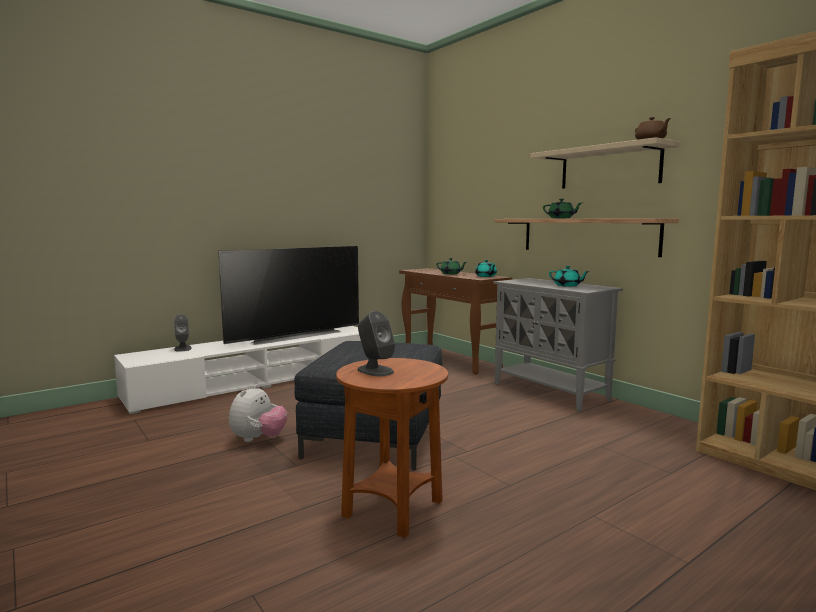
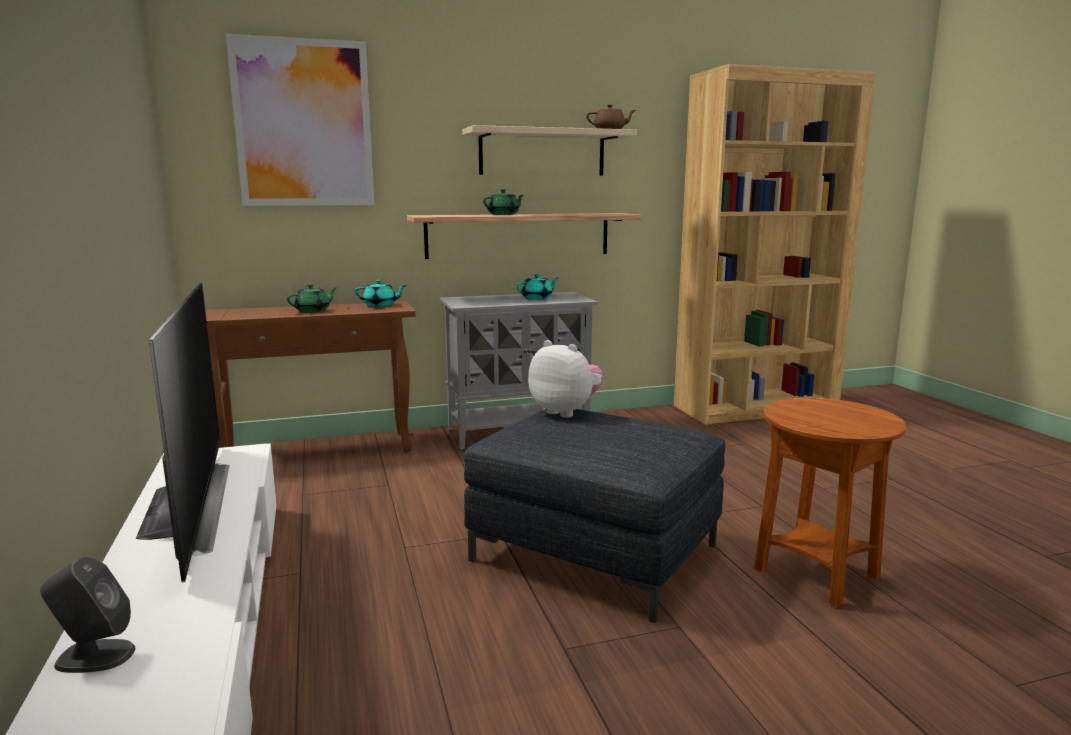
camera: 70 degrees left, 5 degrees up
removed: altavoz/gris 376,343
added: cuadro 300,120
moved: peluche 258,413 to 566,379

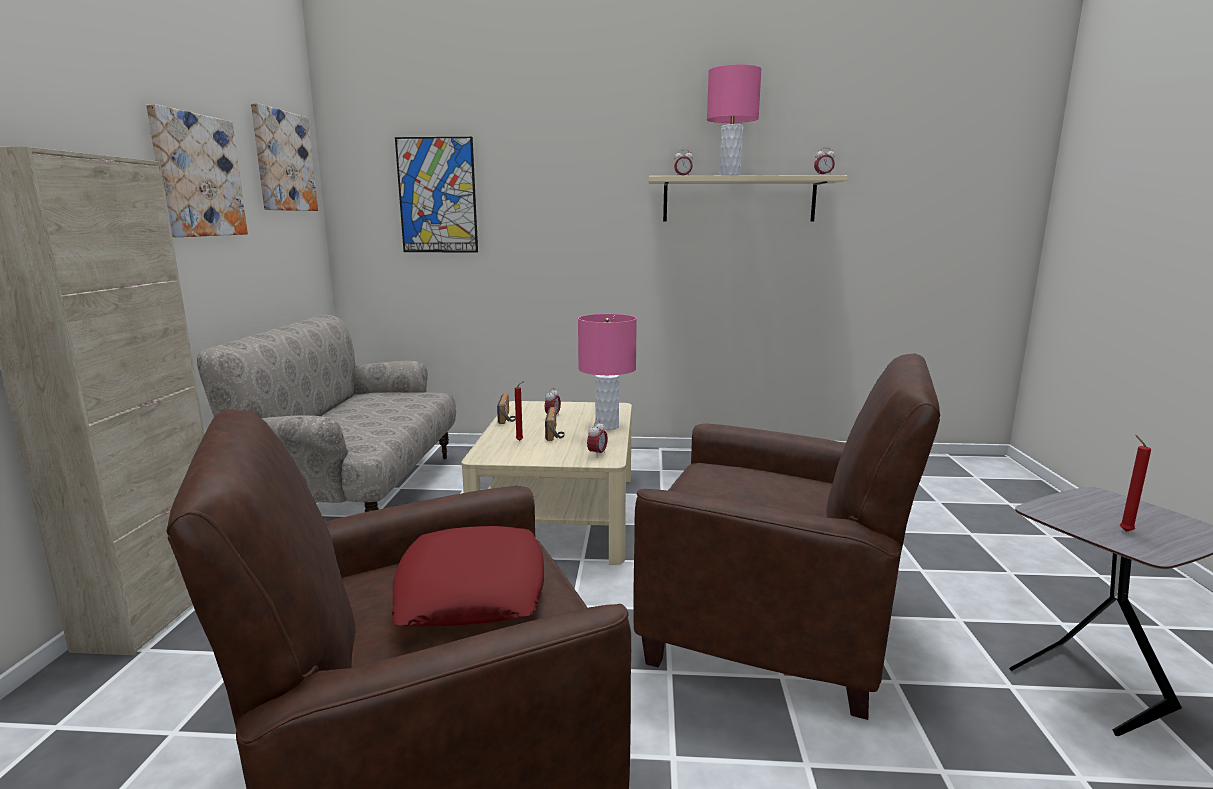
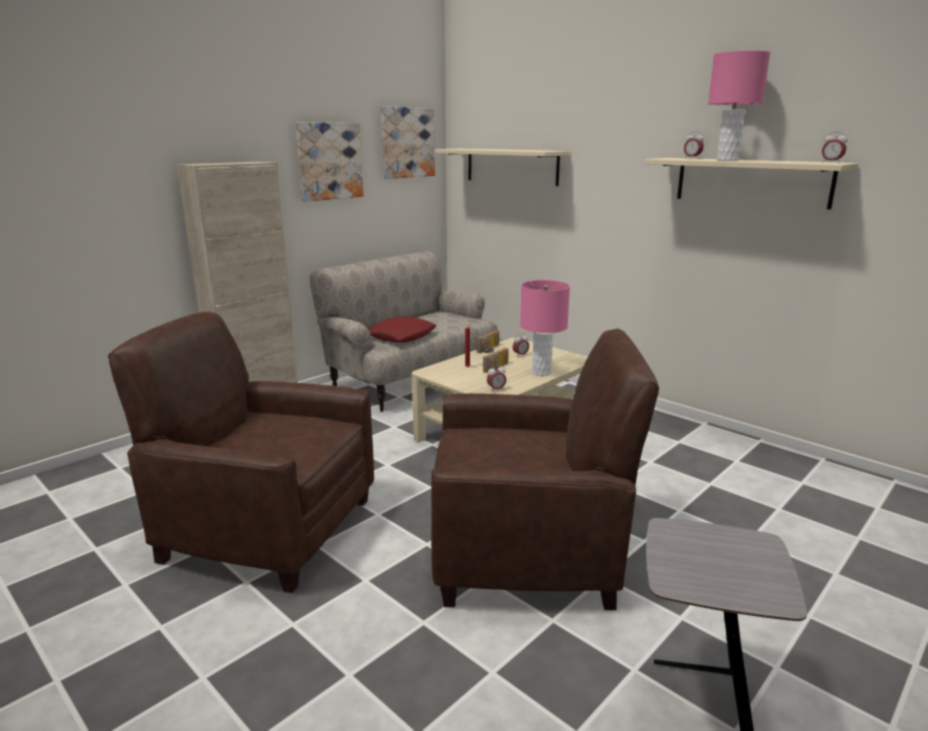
camera: 40 degrees right, 5 degrees up
removed: vela/rojo 1135,483
moved: cojín/rojo 468,576 to 402,329
replaced: cuadro 436,194 to estante/beis 503,167
turned: sillón/marrón 786,537 = 545,469 60 degrees counterclockwise

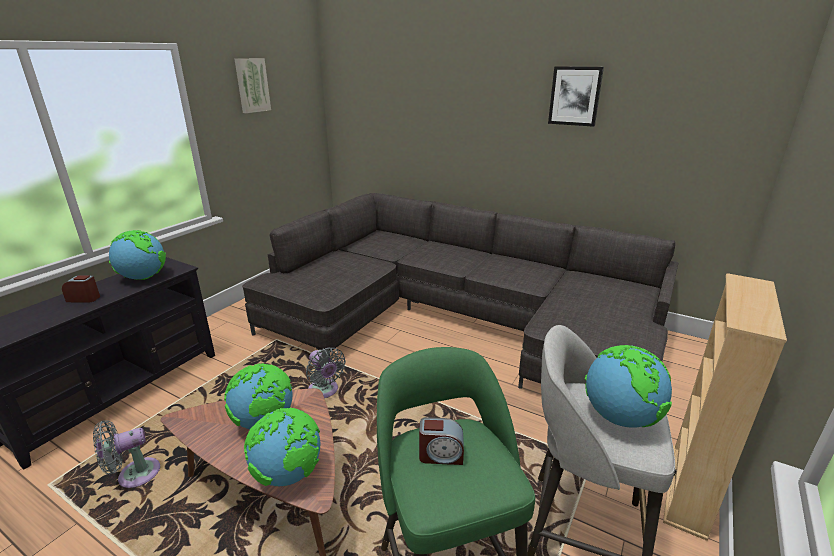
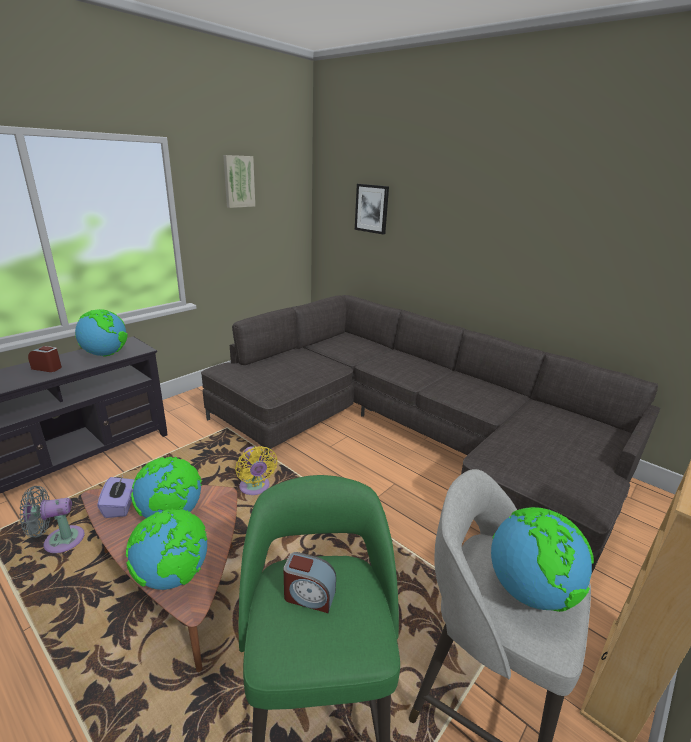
camera: 10 degrees right, 0 degrees up
added: caja de pañuelos/morado 116,497
moved: cuadro 576,96 to 372,209
recoloured: ventilador/gris 326,372 to ventilador/amarillo 256,470

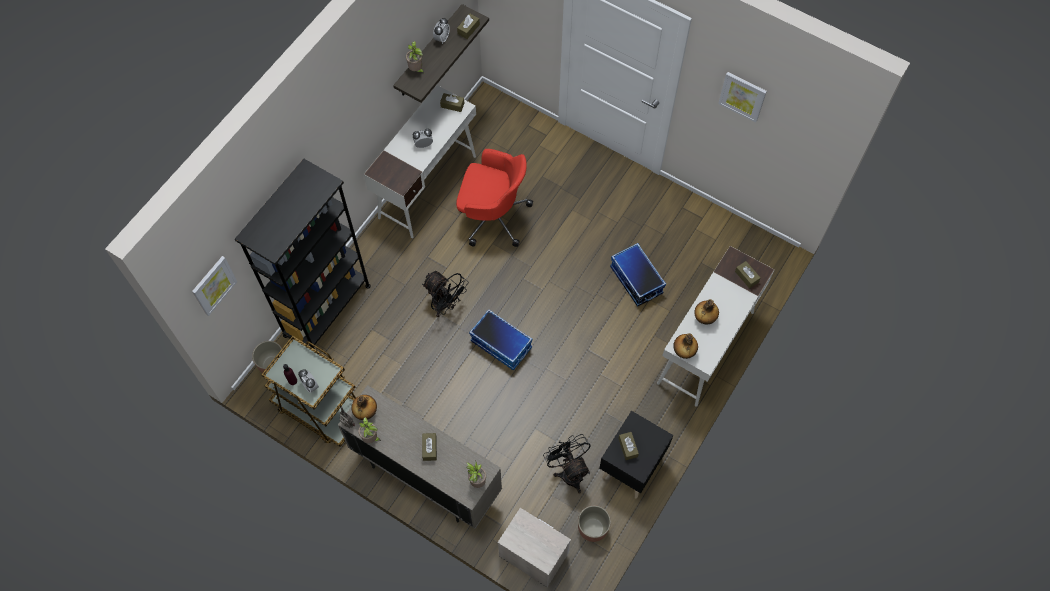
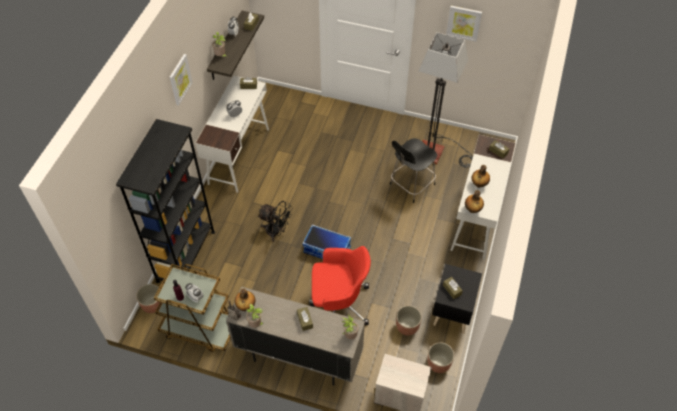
camera: 15 degrees left, 10 degrees down
added: lámpara de pie 446,99
moved: cuadro 214,286 to 181,80; silla de oficina/rojo 494,198 to 340,285
replaced: ventilador/negro 567,463 to maceta 409,320; caja de almacenaje 638,275 to silla/negro 413,170

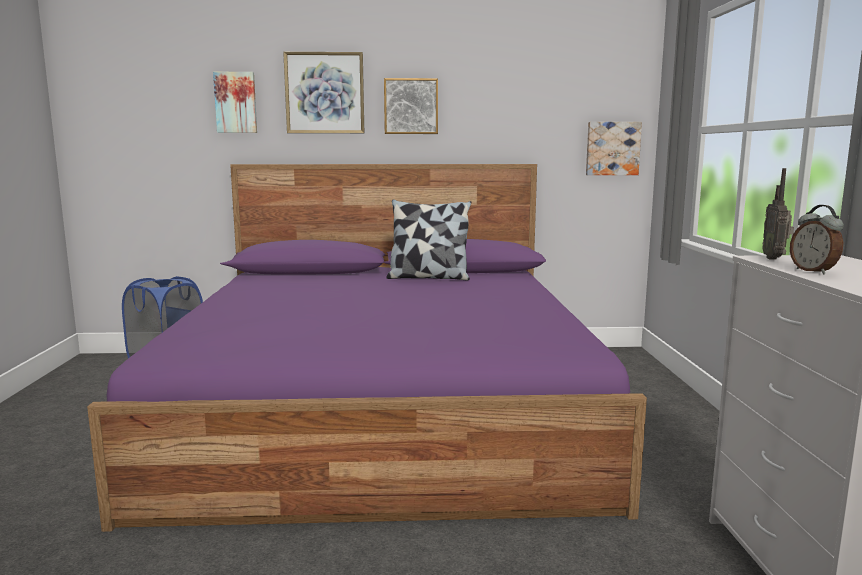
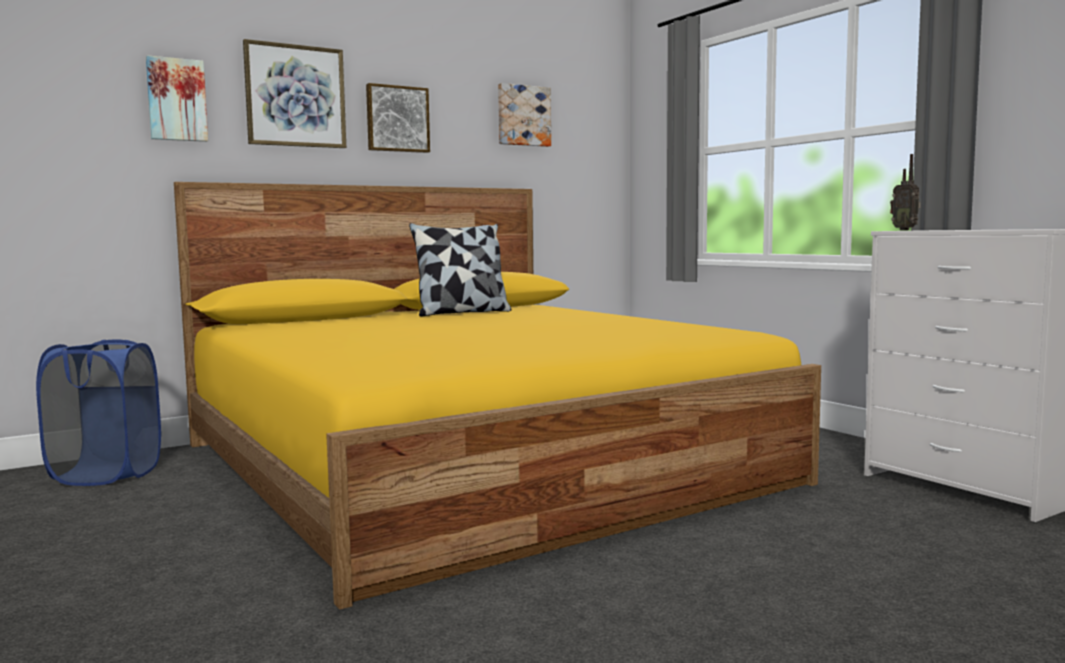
camera: 30 degrees left, 5 degrees down
removed: despertador 817,239
moved: cuadro 614,148 to 524,115
recoloured: cama/morado 367,348 to cama/amarillo 497,395

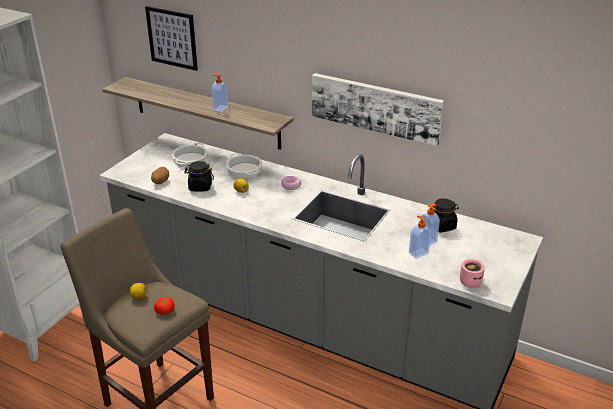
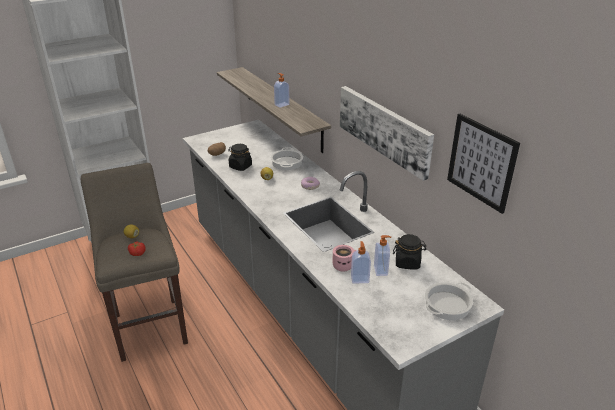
camera: 30 degrees right, 0 degrees up
moved: cuadro 171,38 to 483,164; olla 190,155 to 449,301; taza grande/rosa 472,273 to 344,258

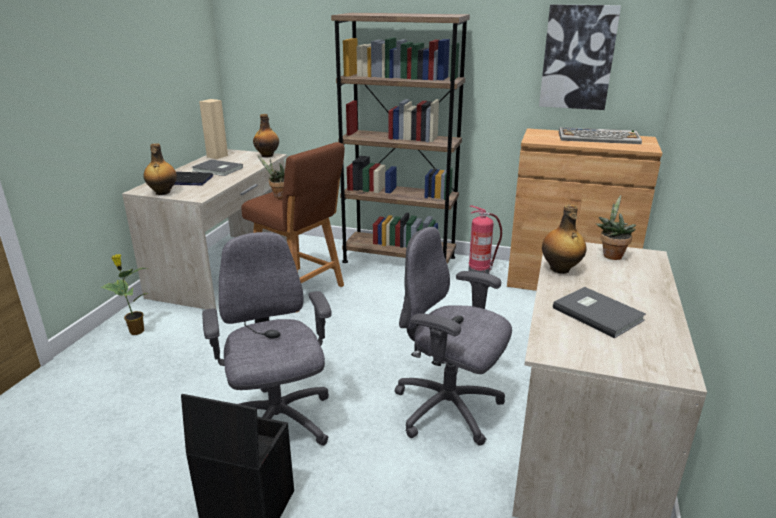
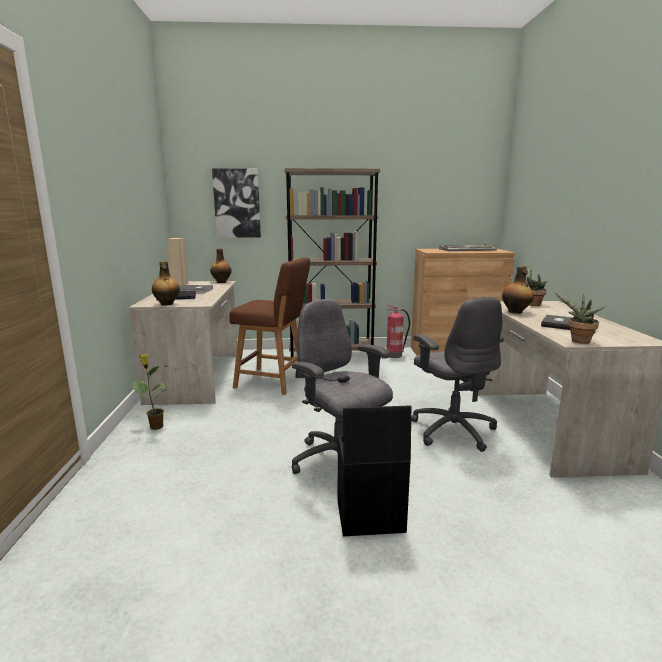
camera: 20 degrees left, 10 degrees down
moved: planta en maceta 271,177 to 580,318; cuadro 580,57 to 236,203
turned: silla de oficina/gris 453,336 = 457,374 120 degrees counterclockwise

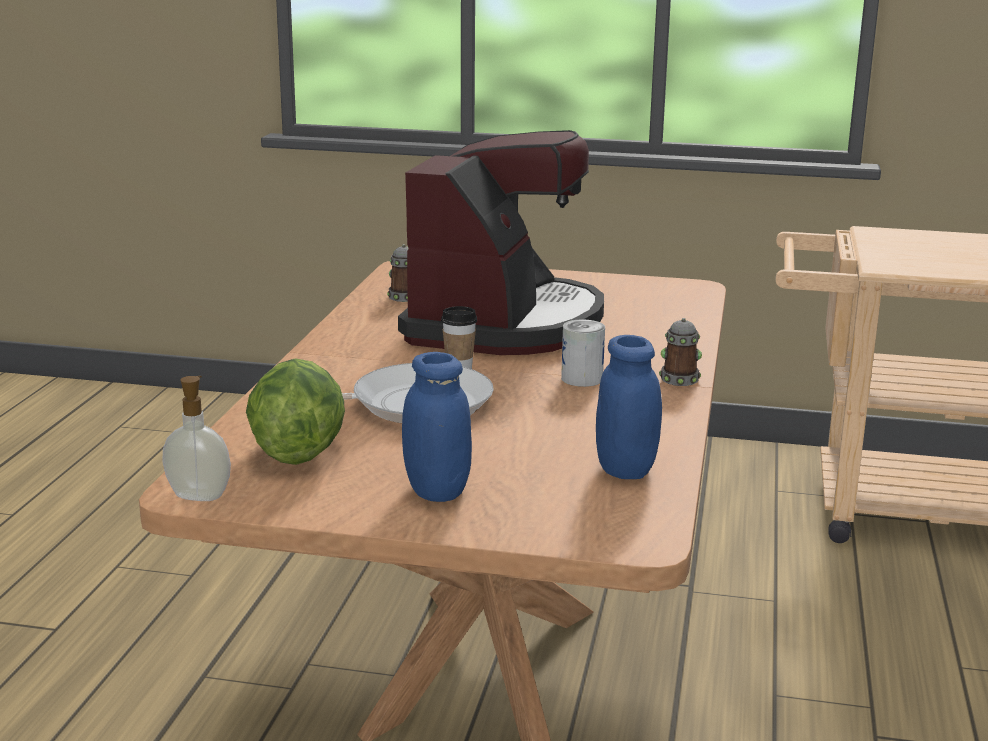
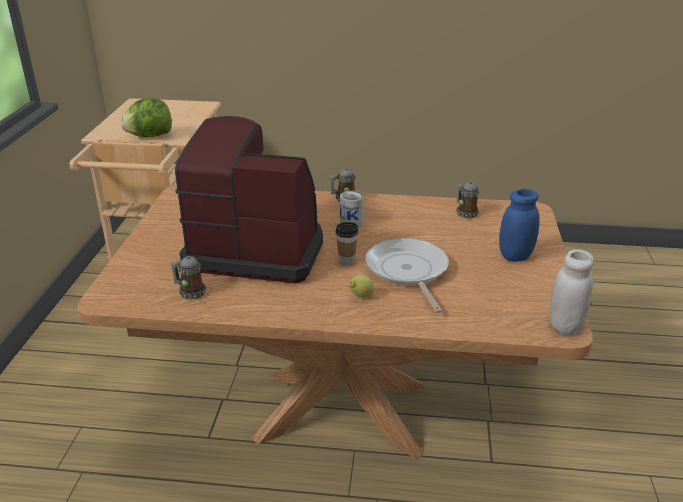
camera: 95 degrees left, 10 degrees up
added: limón 361,286
moved: lechuga 295,411 to 146,117
replaced: dispensador de jabón 196,438 to tarro/blanco 572,292; tarro/azul 629,407 to taza grande 467,199

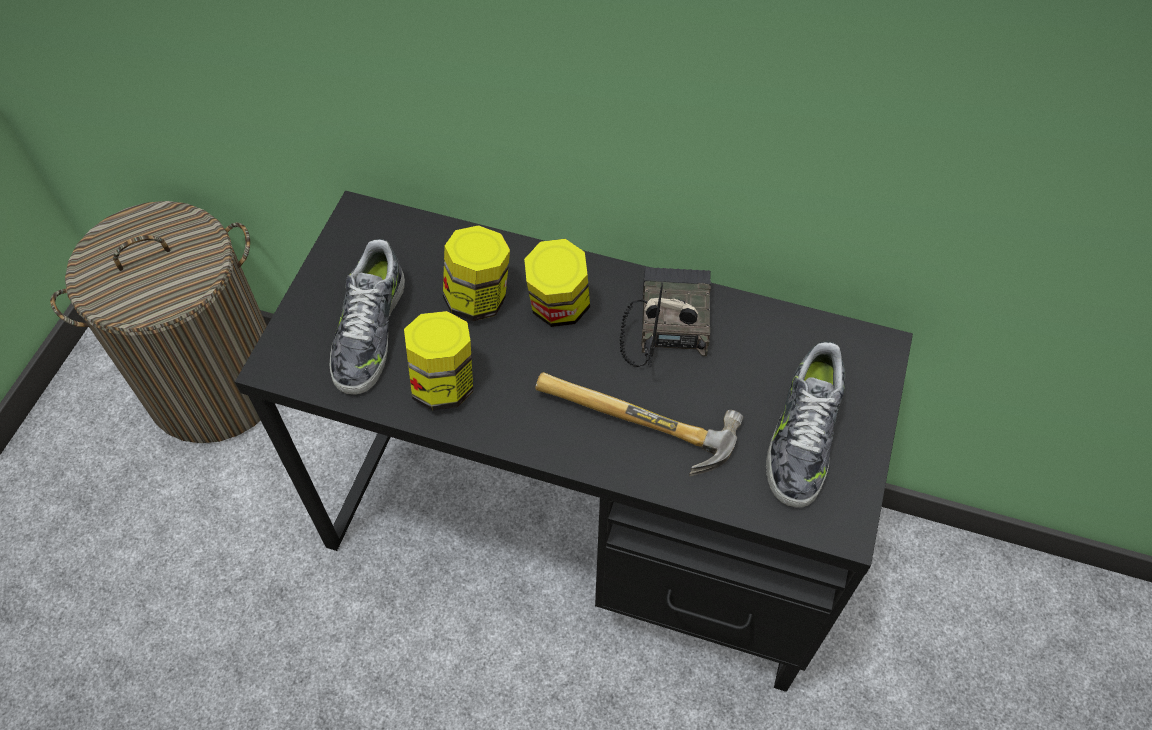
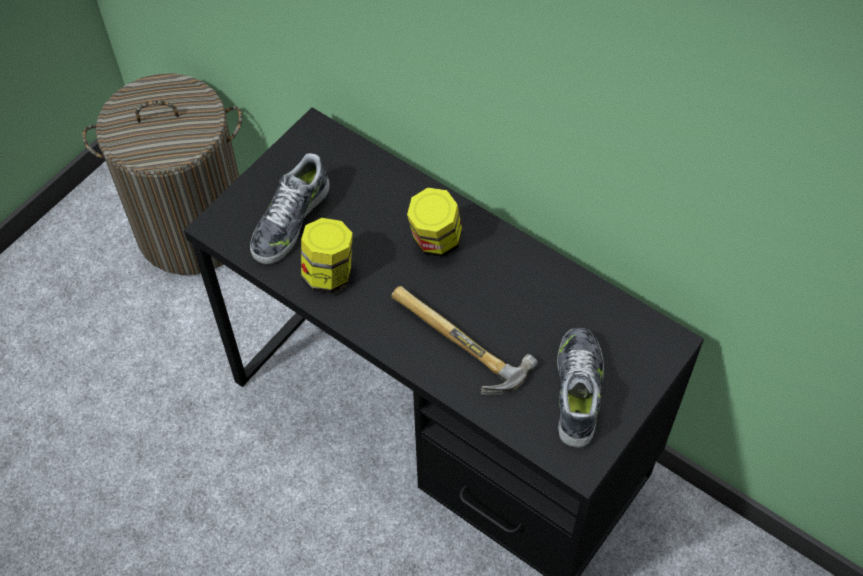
camera: 20 degrees right, 0 degrees up
removed: tarro 476,273; radio 665,317
turned: zapato 805,424 = 580,387 150 degrees clockwise

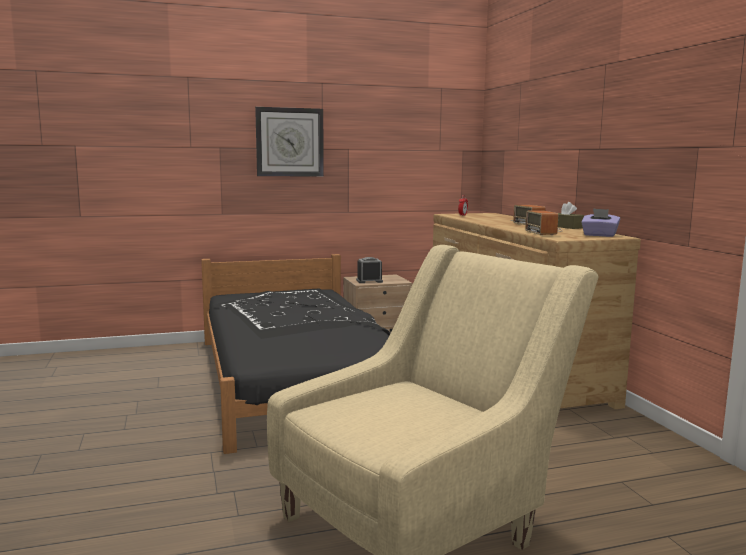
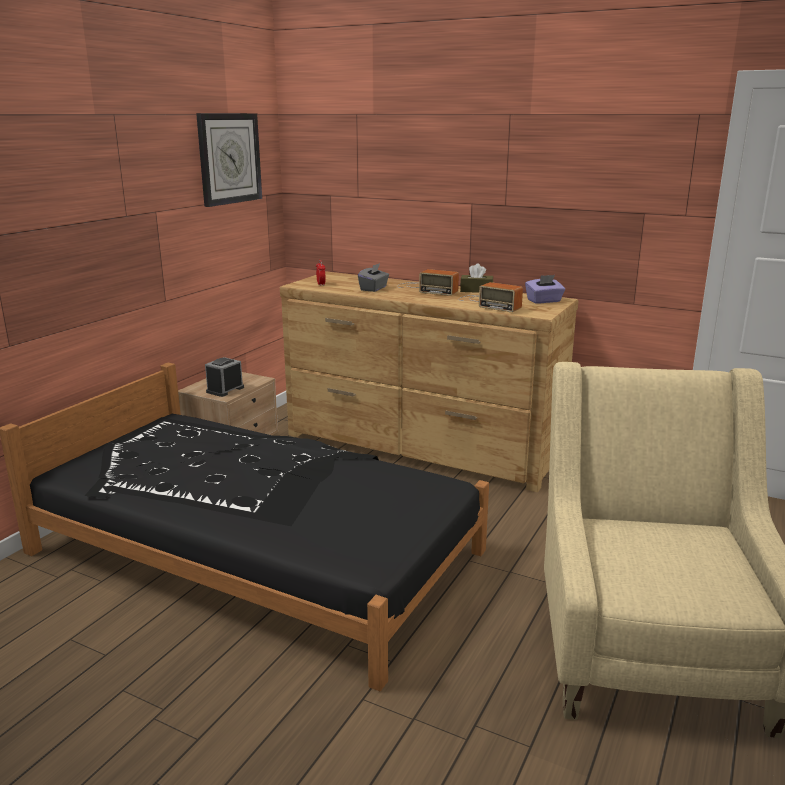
camera: 45 degrees left, 10 degrees up
added: caja de pañuelos/gris 373,277
moved: reloj de pared 289,141 to 229,160

